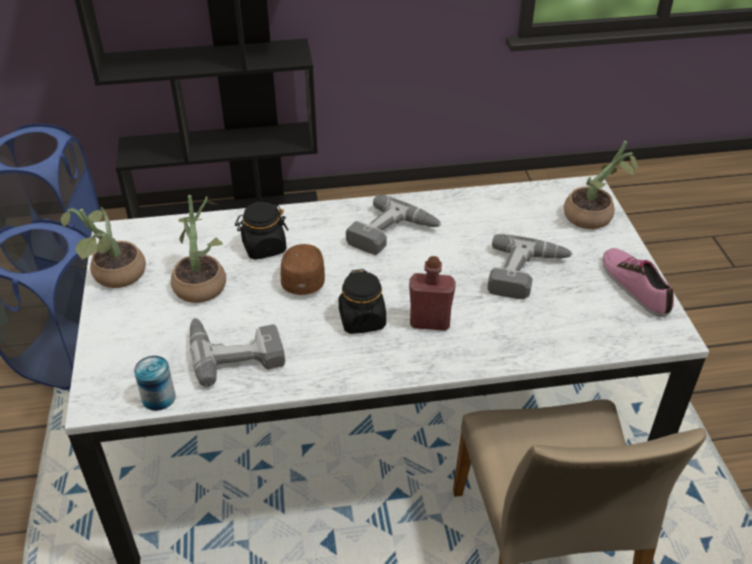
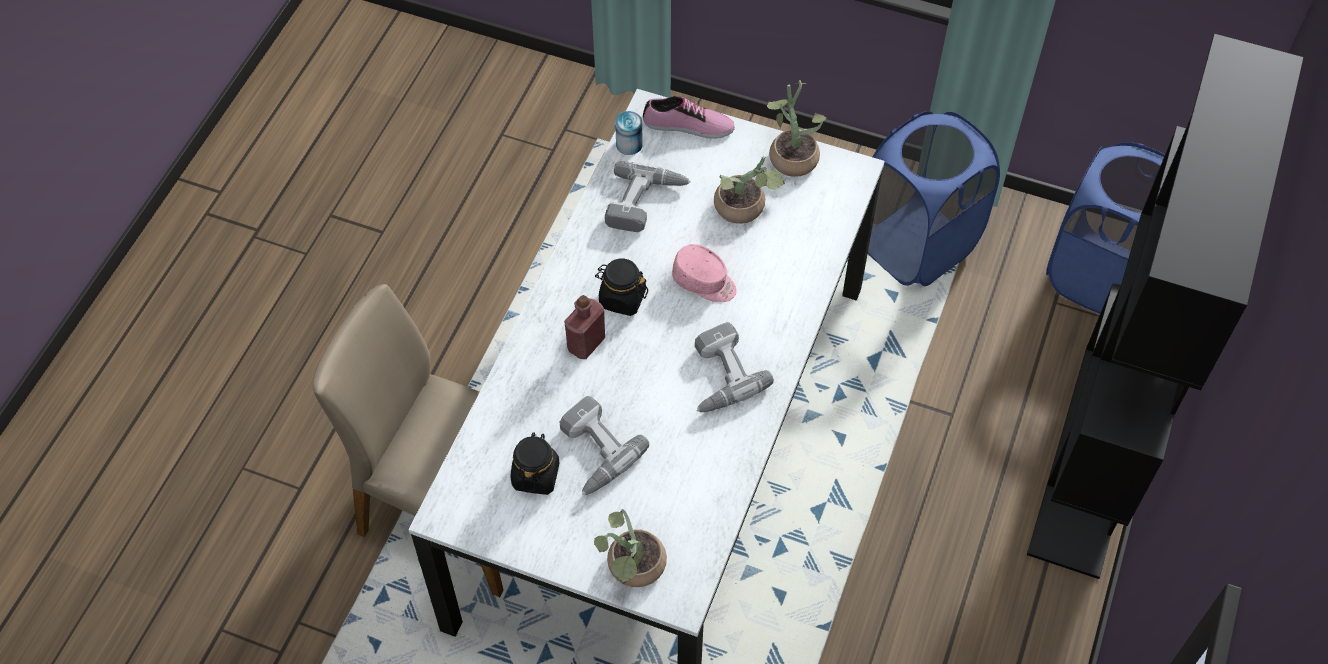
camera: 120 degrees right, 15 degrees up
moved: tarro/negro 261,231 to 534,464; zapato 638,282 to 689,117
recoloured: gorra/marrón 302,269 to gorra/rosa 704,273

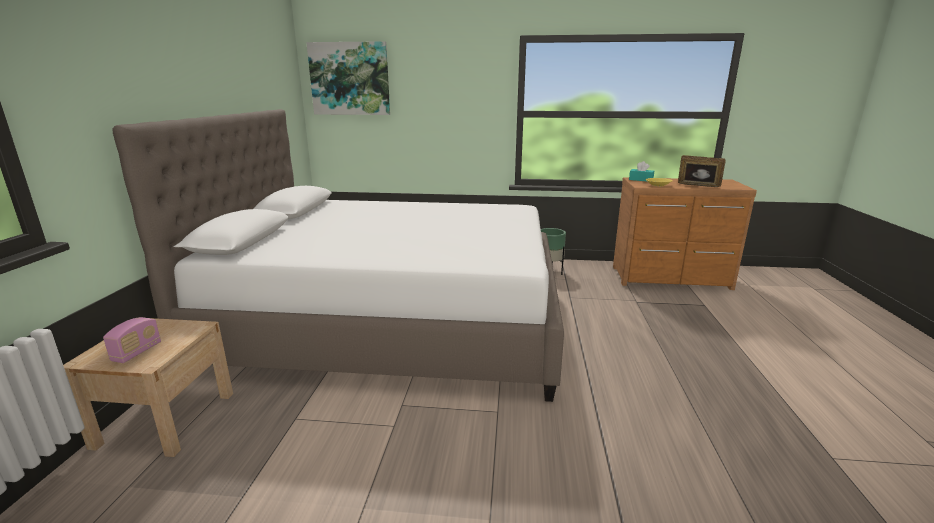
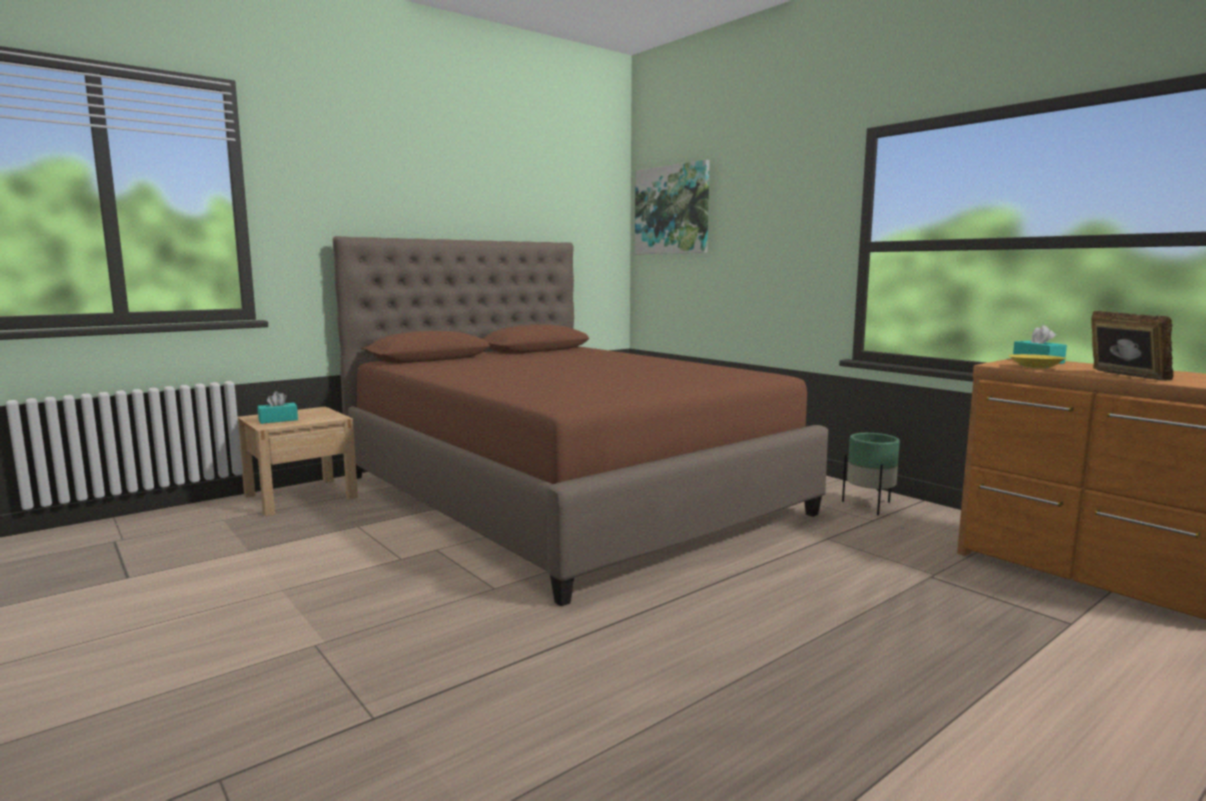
camera: 45 degrees right, 10 degrees down
replaced: radio 132,340 to caja de pañuelos/turquesa 277,407
recoloured: cama/blanco 338,255 to cama/marrón 580,421

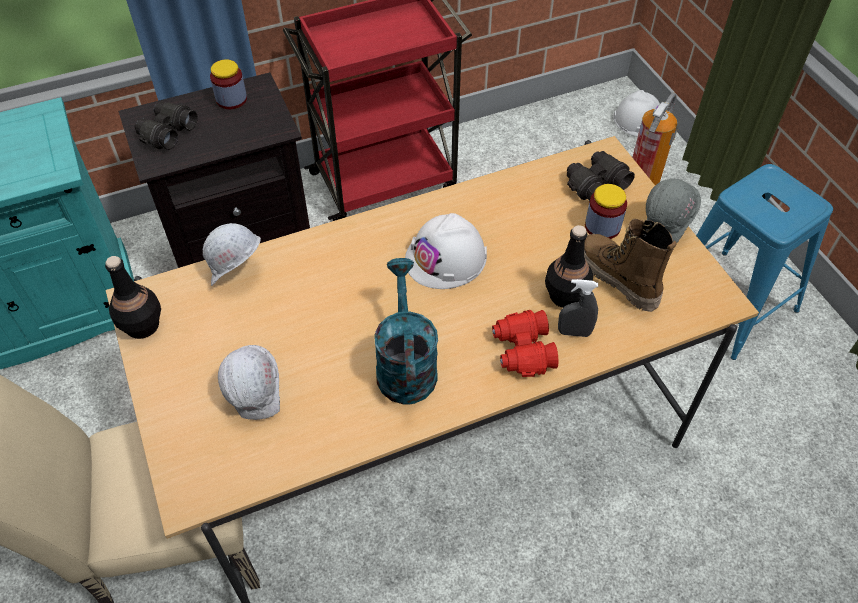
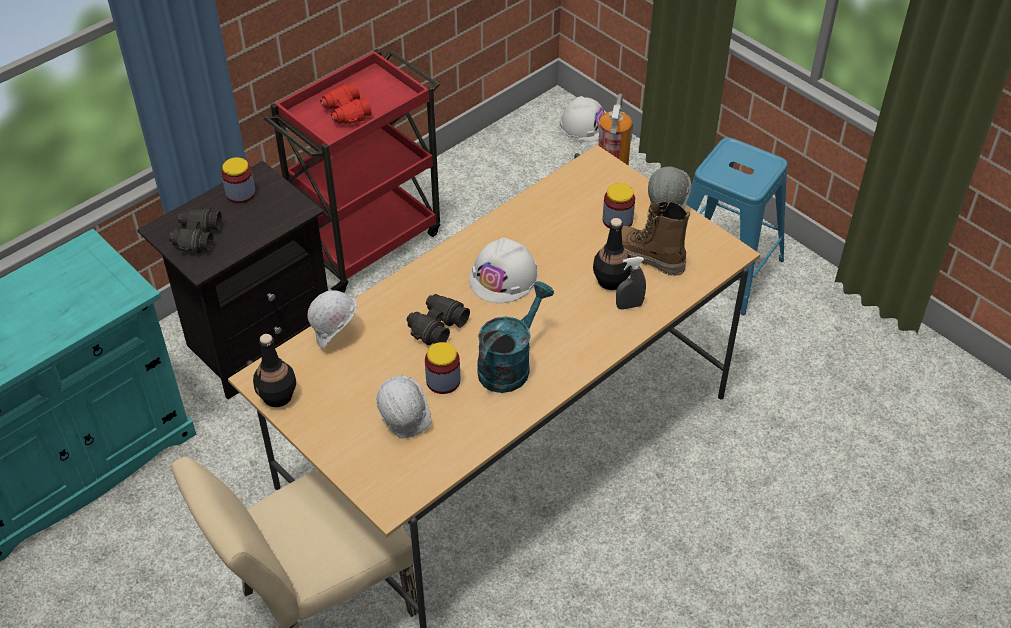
camera: 20 degrees left, 5 degrees down
added: tarro 442,368
moved: prismáticos/rojo 525,343 to 346,103; prismáticos/negro 601,176 to 438,319
turned: regadera/turquesa 406,331 = 515,337 60 degrees clockwise

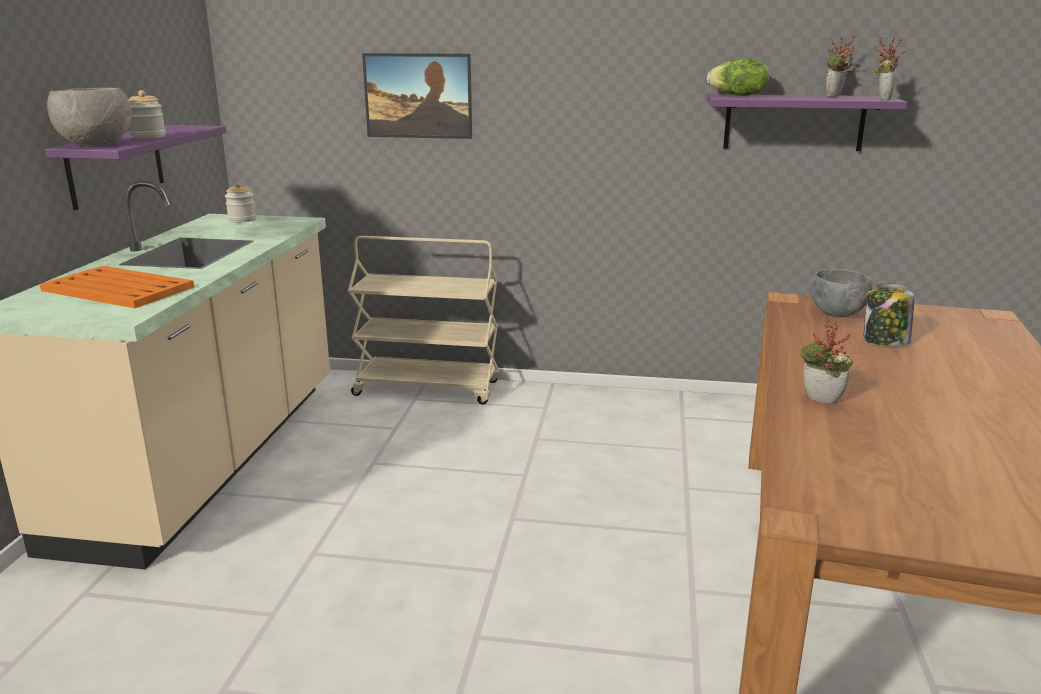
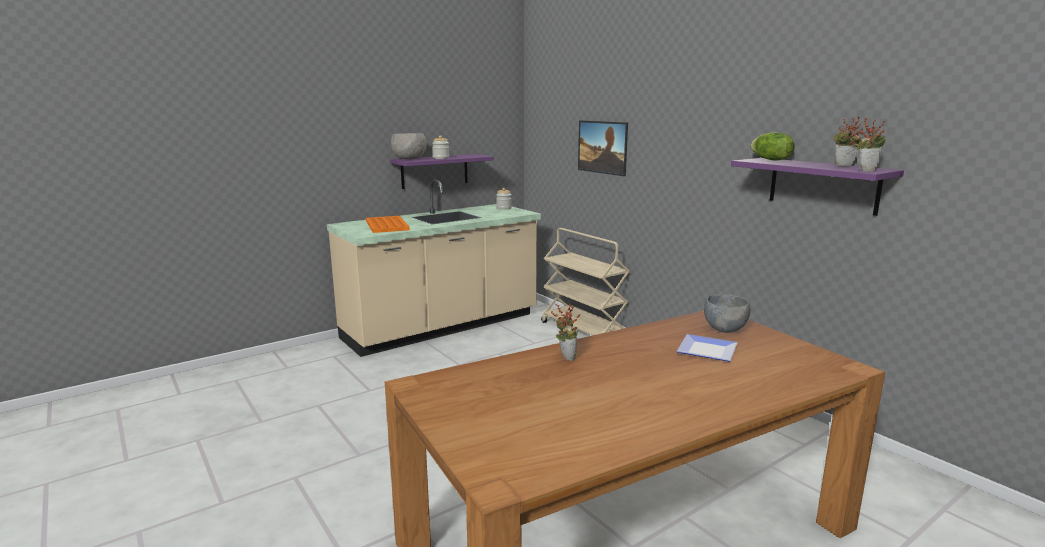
camera: 45 degrees right, 5 degrees down
replaced: tarro 889,314 to plato 707,347

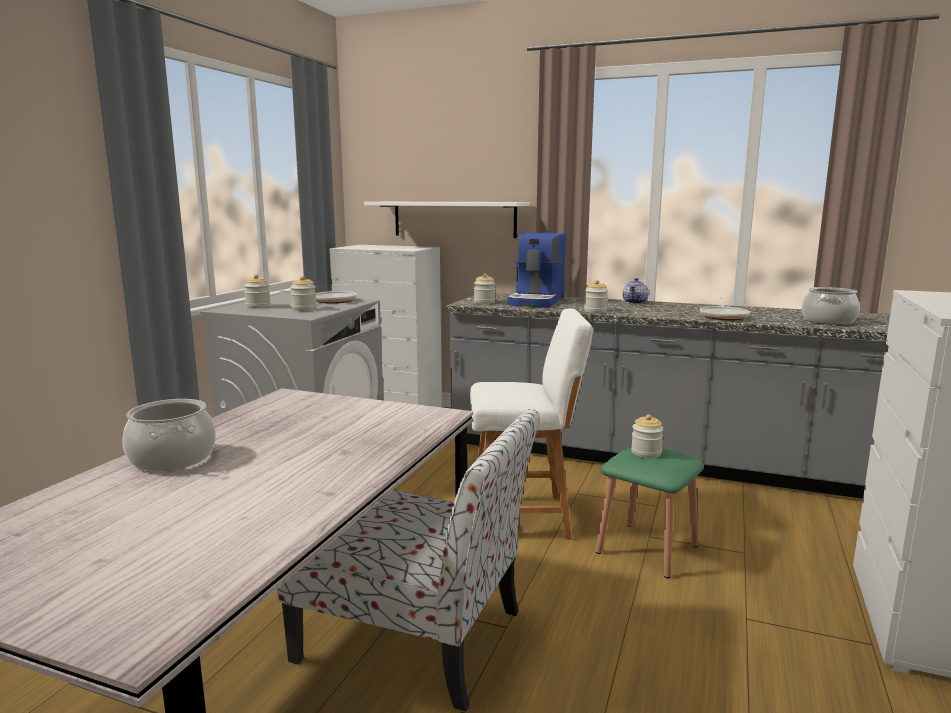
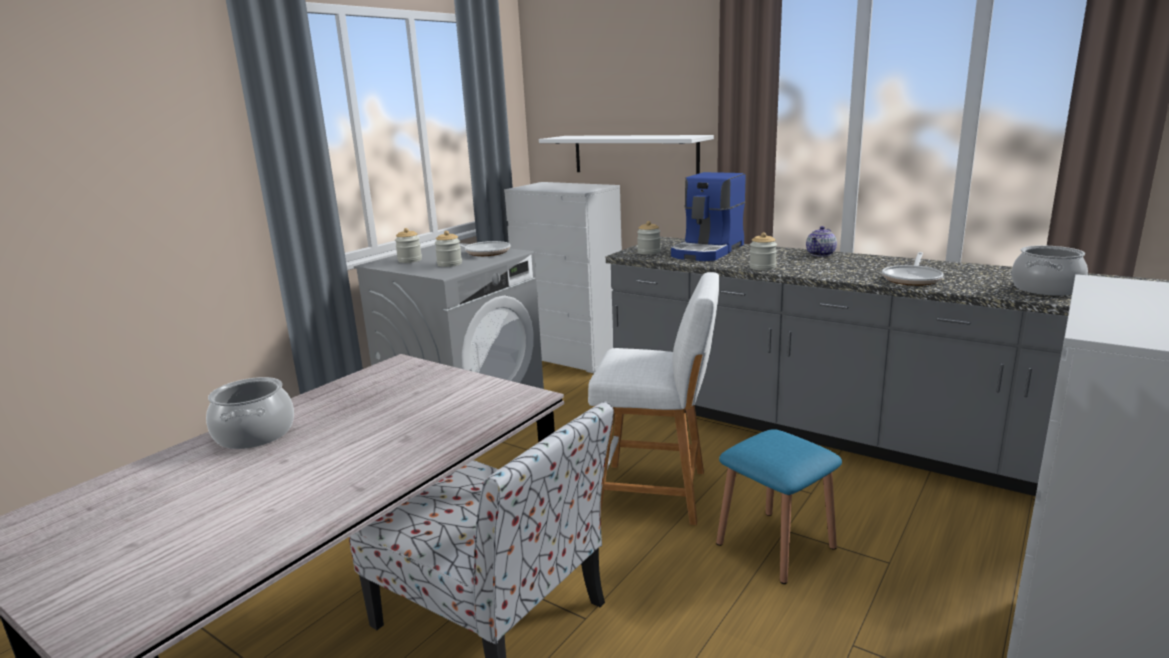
camera: 15 degrees right, 5 degrees up
removed: tarro 647,436
recoloured: taburete/verde 650,512 to taburete/azul 779,506

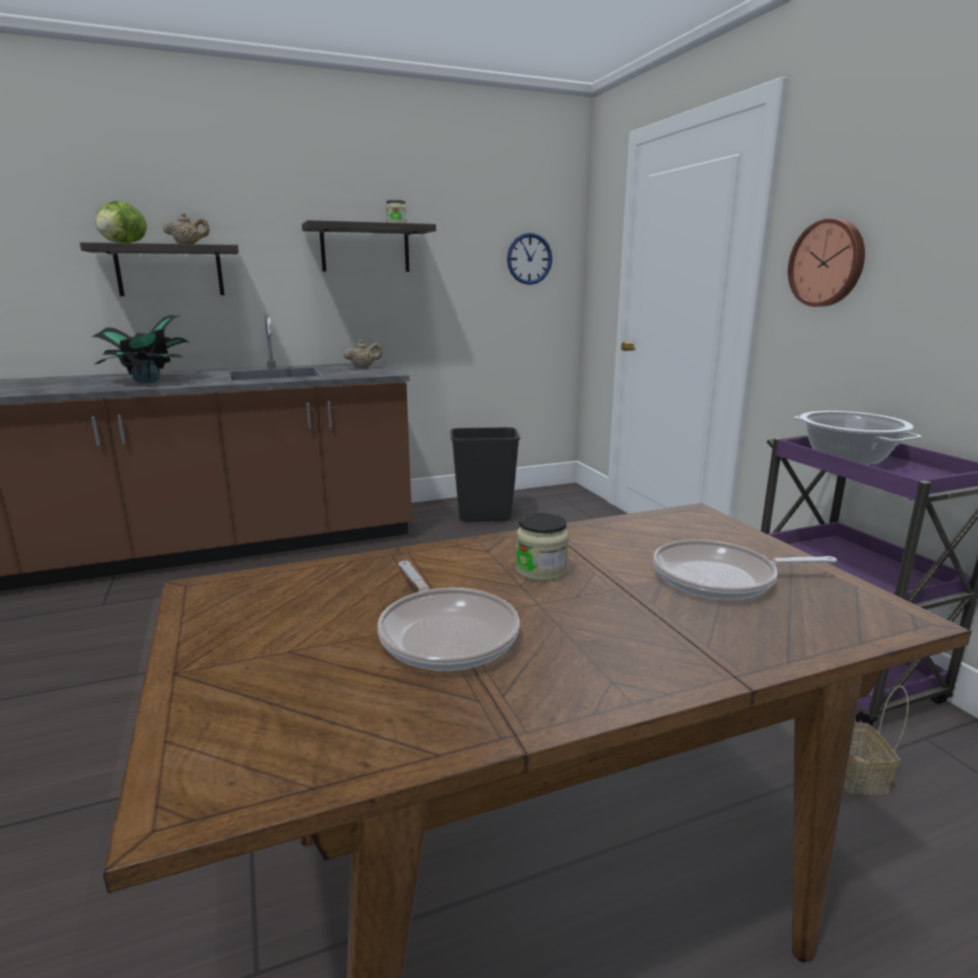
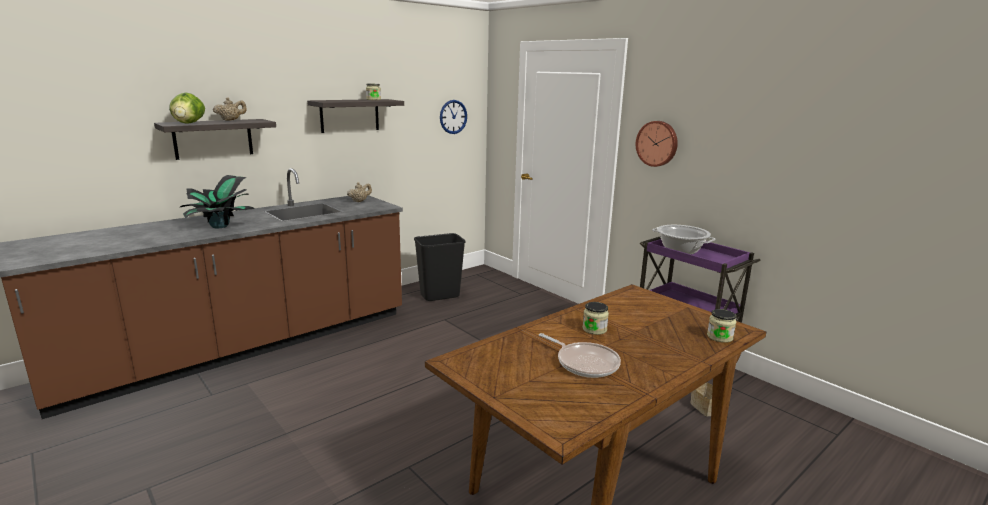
camera: 20 degrees left, 0 degrees up
removed: sartén 745,569
added: tarro 722,326

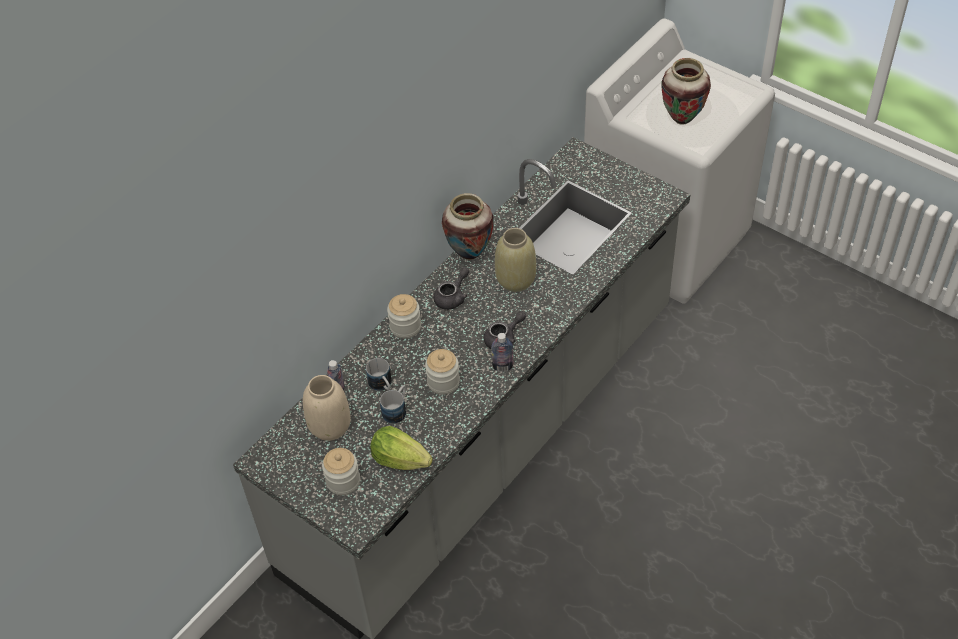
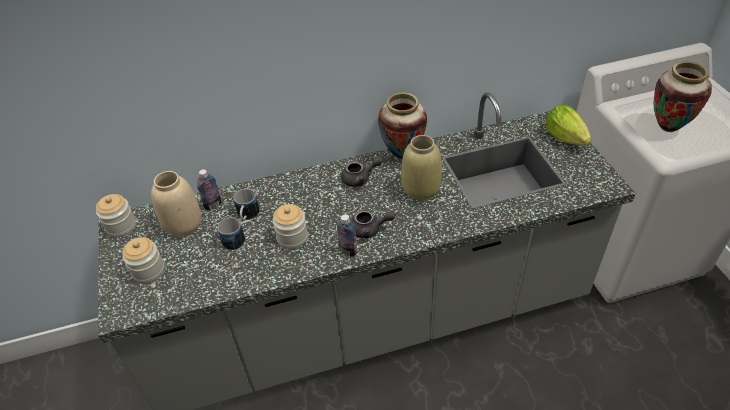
camera: 35 degrees right, 5 degrees down
moved: lechuga 401,448 to 568,125; tarro 404,316 to 116,216

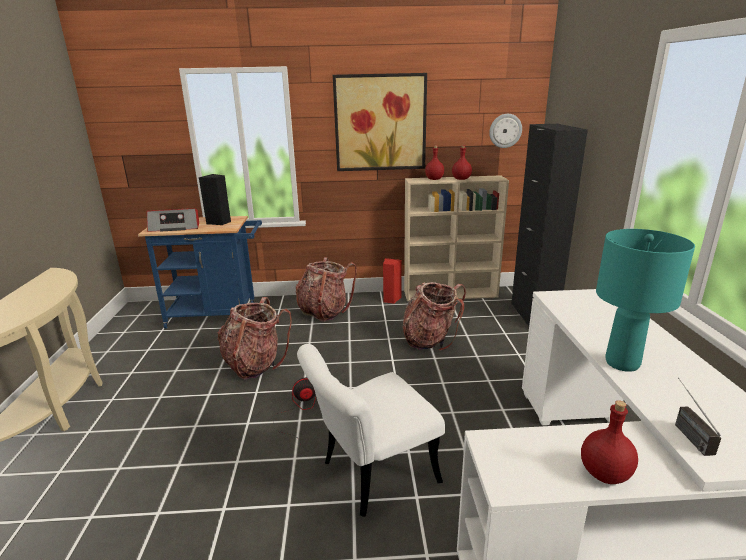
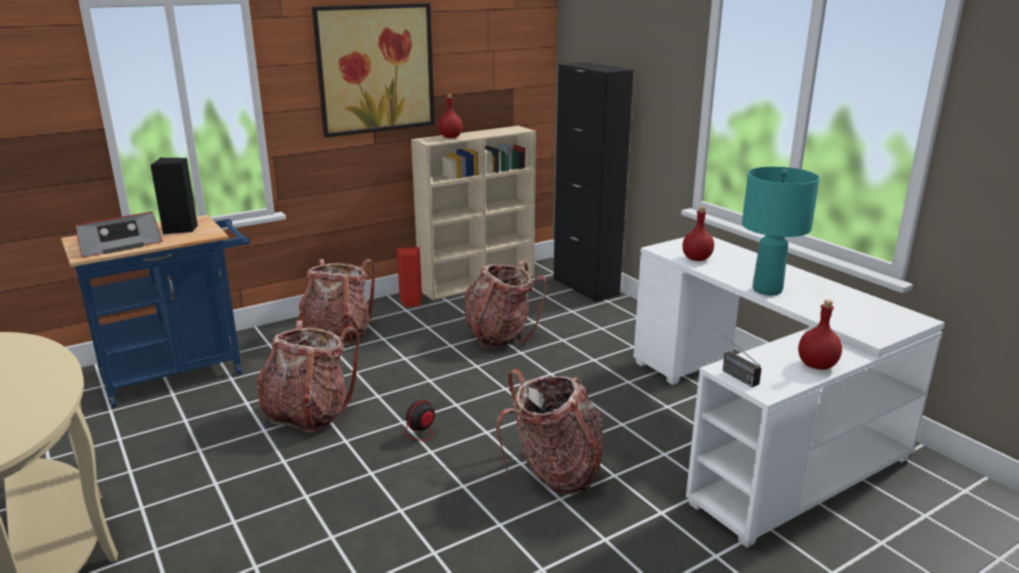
camera: 30 degrees left, 0 degrees up
removed: reloj de pared 505,131
moved: botella/rojo 462,162 to 698,234; radio 698,417 to 739,358
replaced: silla/blanco 371,430 to mochila 550,431

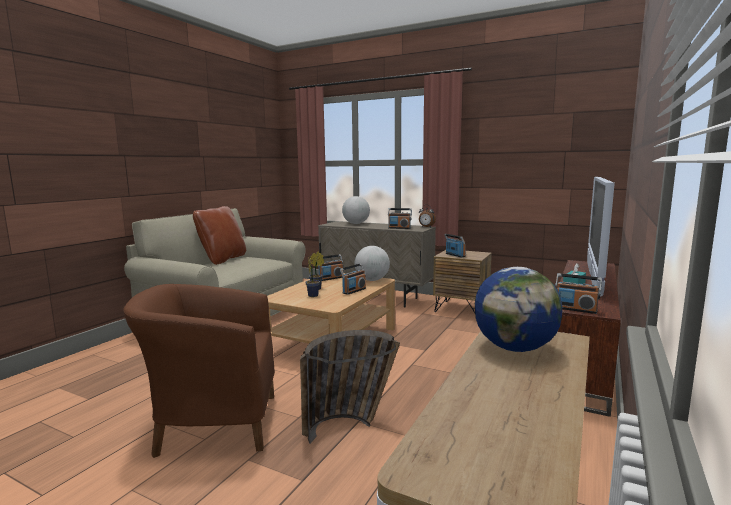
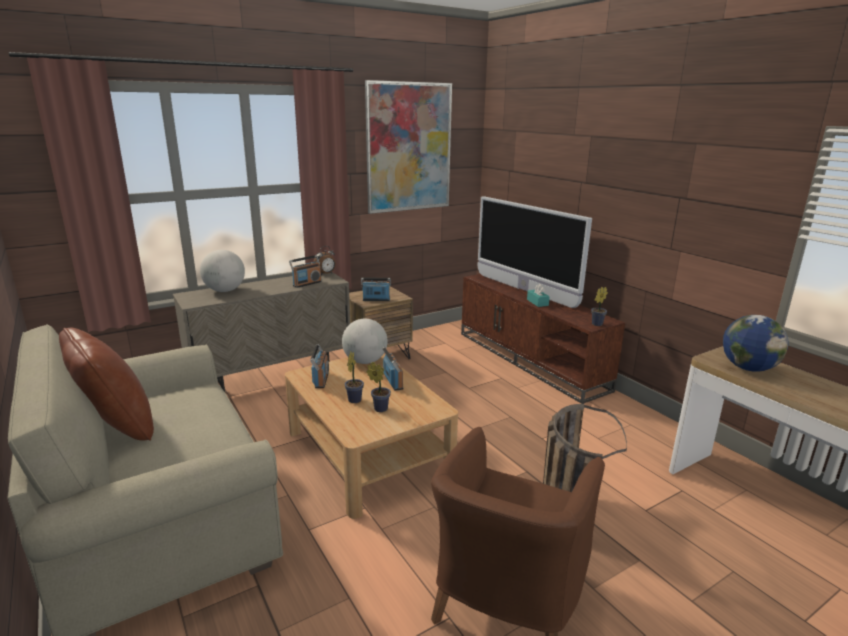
camera: 60 degrees left, 10 degrees up
added: cuadro 408,147
replaced: radio 578,293 to planta en maceta 599,306

